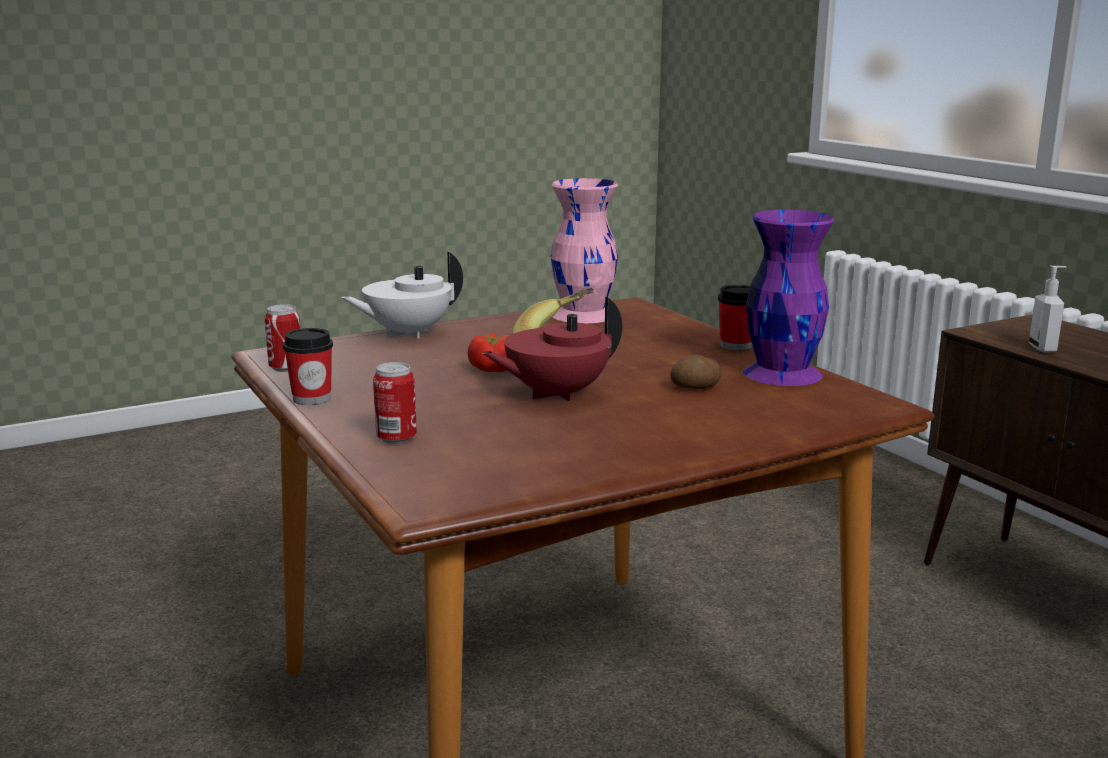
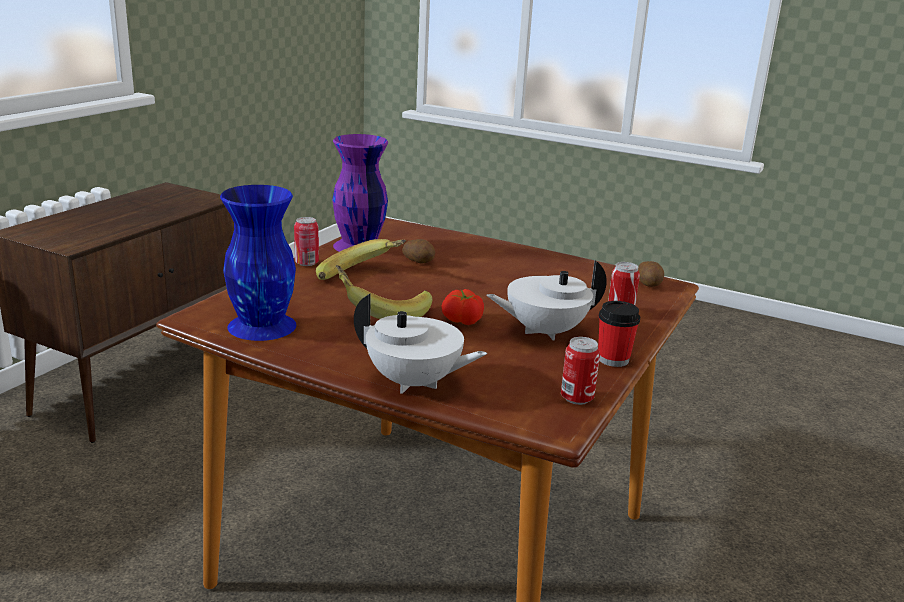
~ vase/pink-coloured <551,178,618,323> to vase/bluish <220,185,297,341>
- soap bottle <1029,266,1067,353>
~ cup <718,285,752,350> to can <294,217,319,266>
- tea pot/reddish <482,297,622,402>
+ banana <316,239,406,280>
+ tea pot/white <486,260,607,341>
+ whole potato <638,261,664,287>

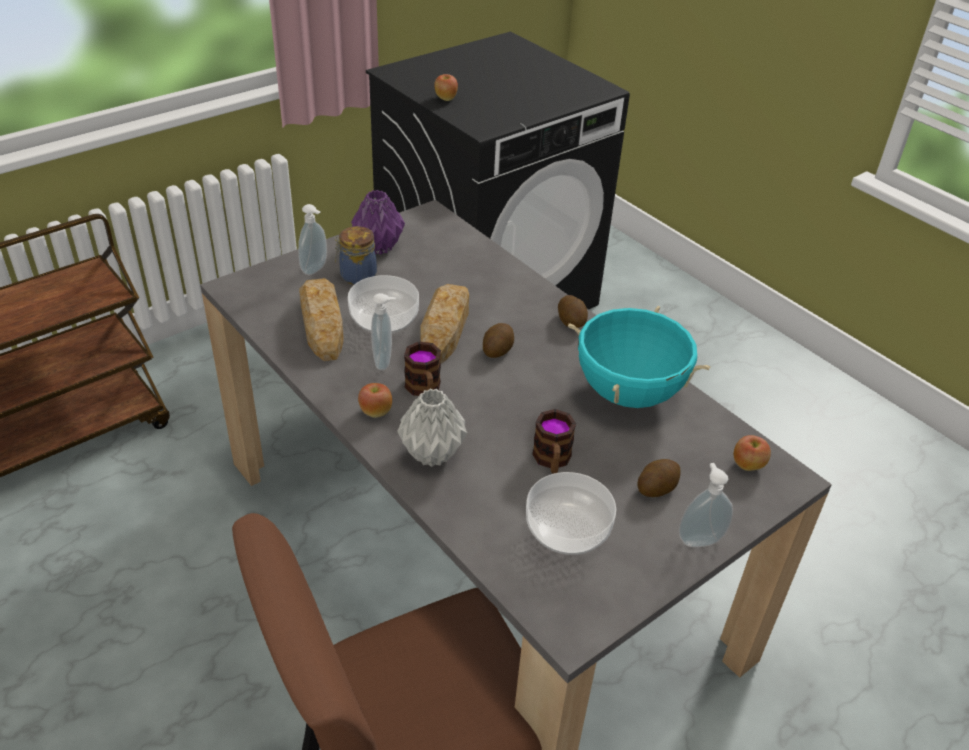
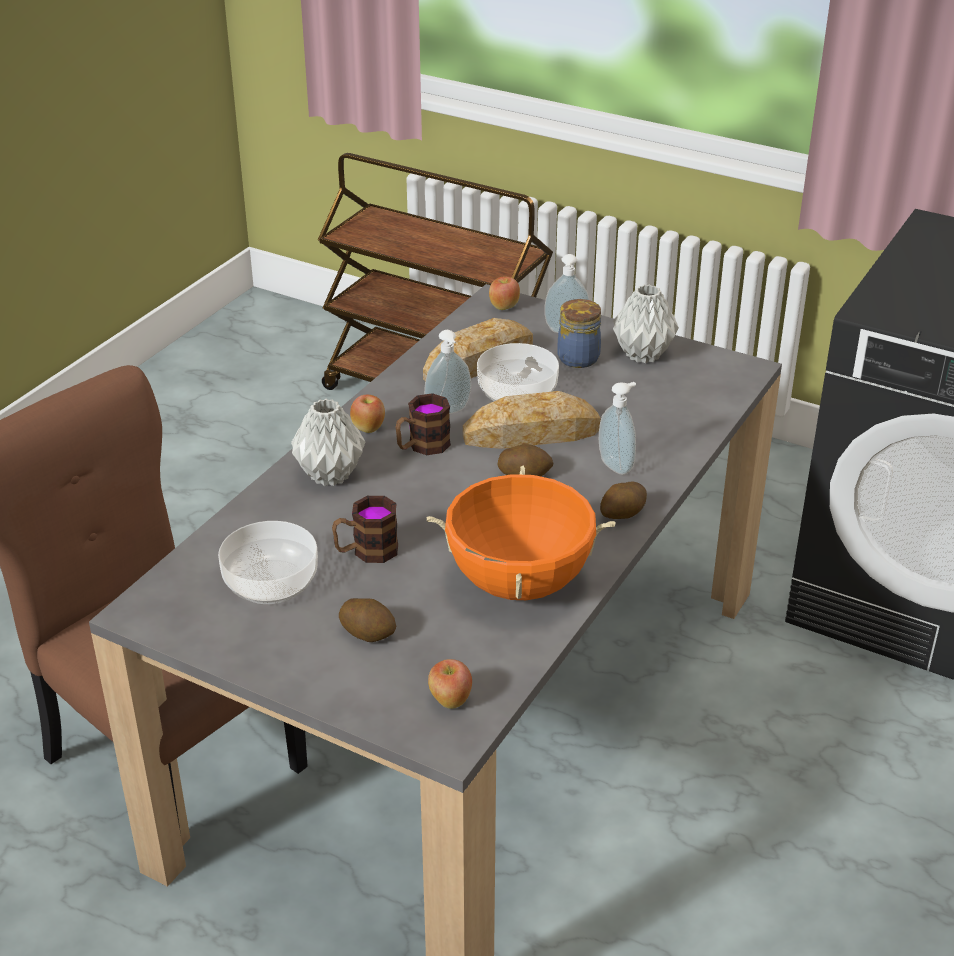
~ apple fruit <434,74,458,101> to <489,277,520,310>
~ vase/purple-coloured <351,190,405,254> to vase/greyish <613,284,679,363>
~ saucepot/turquoise-coloured <568,306,710,408> to saucepot/orange <427,466,616,600>
~ soap bottle <679,463,733,547> to <599,382,636,475>

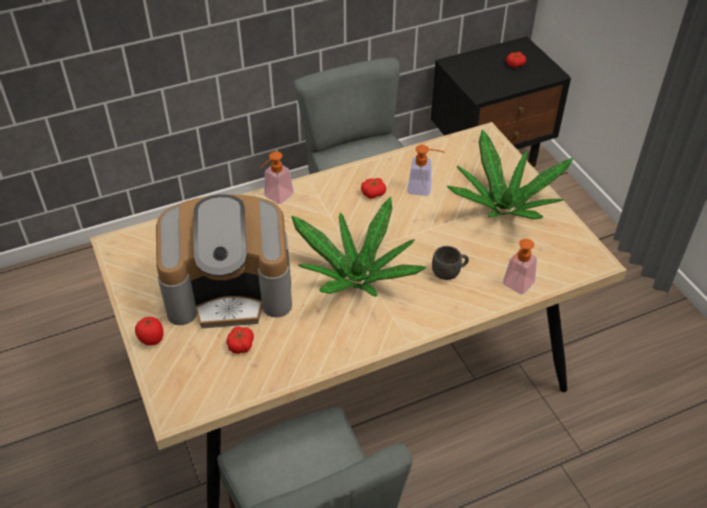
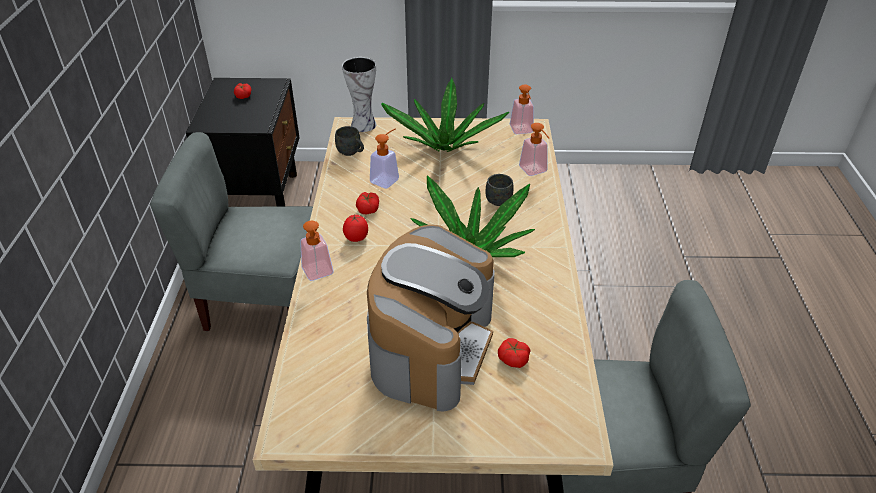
~ fresh tomato <135,316,164,346> to <343,215,368,242>
+ vase <342,57,377,132>
+ soap bottle <510,85,534,134>
+ mug/greyish <335,126,364,156>

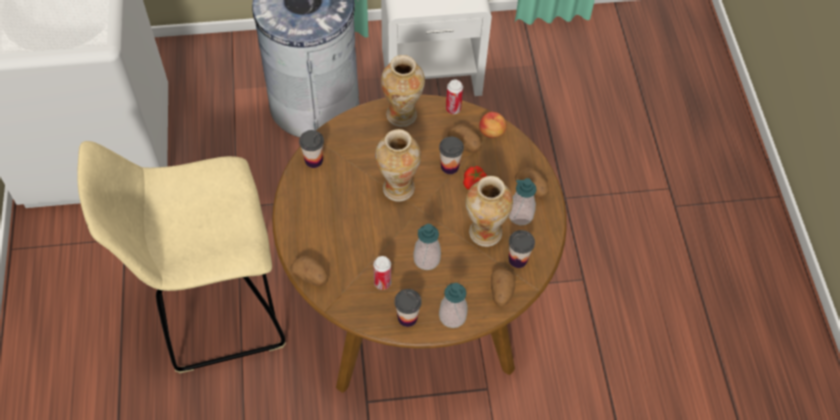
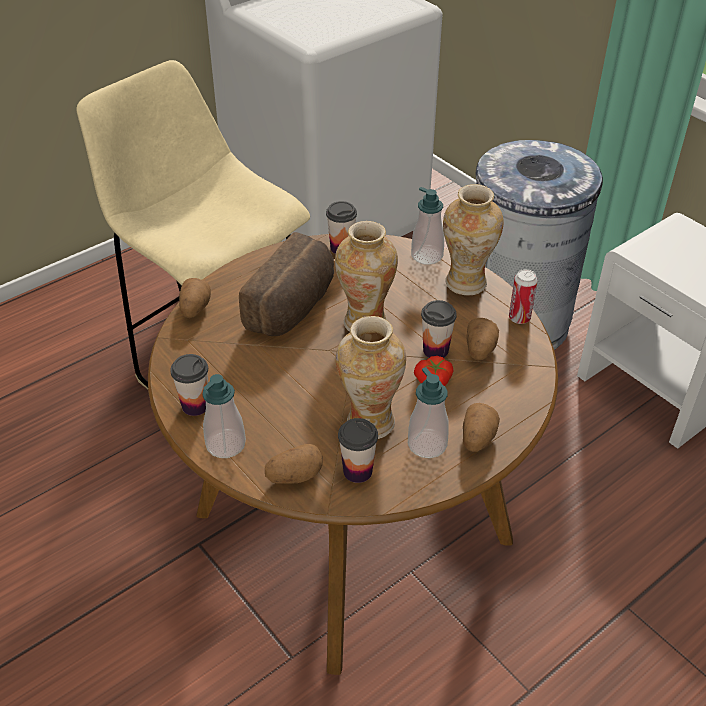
- apple fruit <479,112,507,138>
~ soap bottle <413,224,441,270> to <411,187,444,265>
- can <373,256,391,290>
+ bread <239,232,334,336>

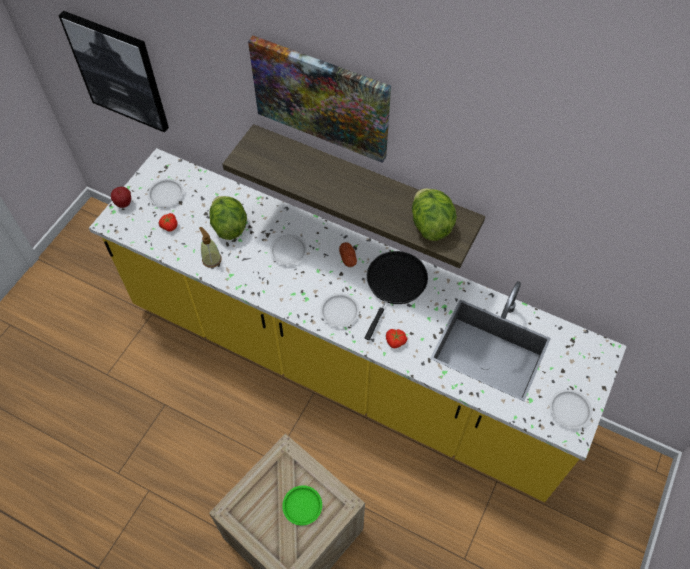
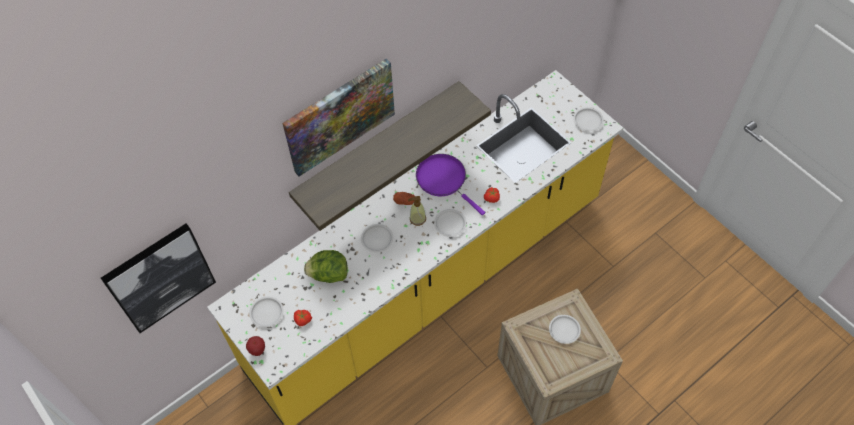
- lettuce head <412,188,457,241>
~ soap bottle <199,227,222,268> to <408,196,426,226>
~ skillet/black-coloured <364,251,428,340> to skillet/purple-coloured <416,154,485,215>
~ dinner plate/green <282,485,322,526> to dinner plate/white <549,315,581,344>

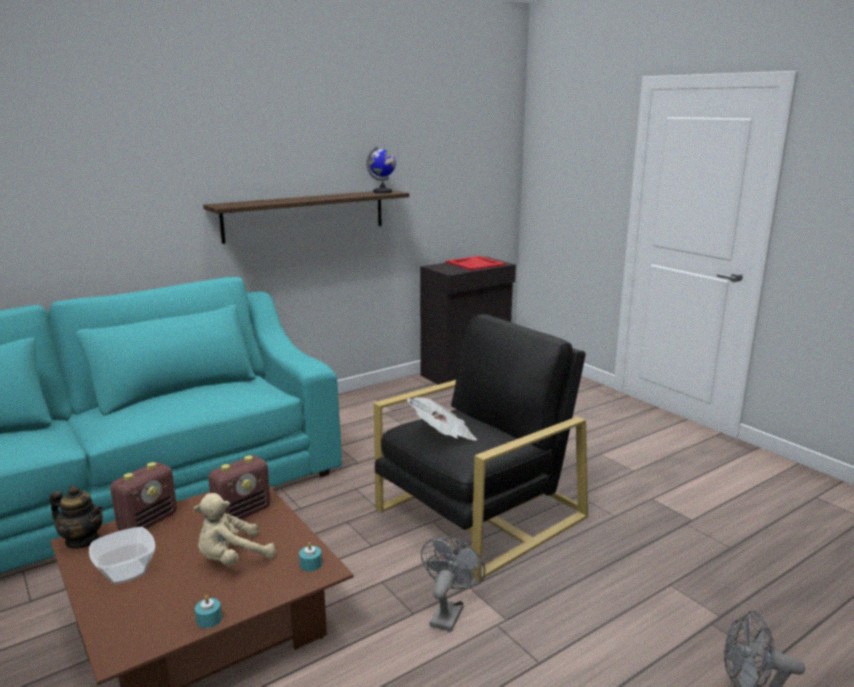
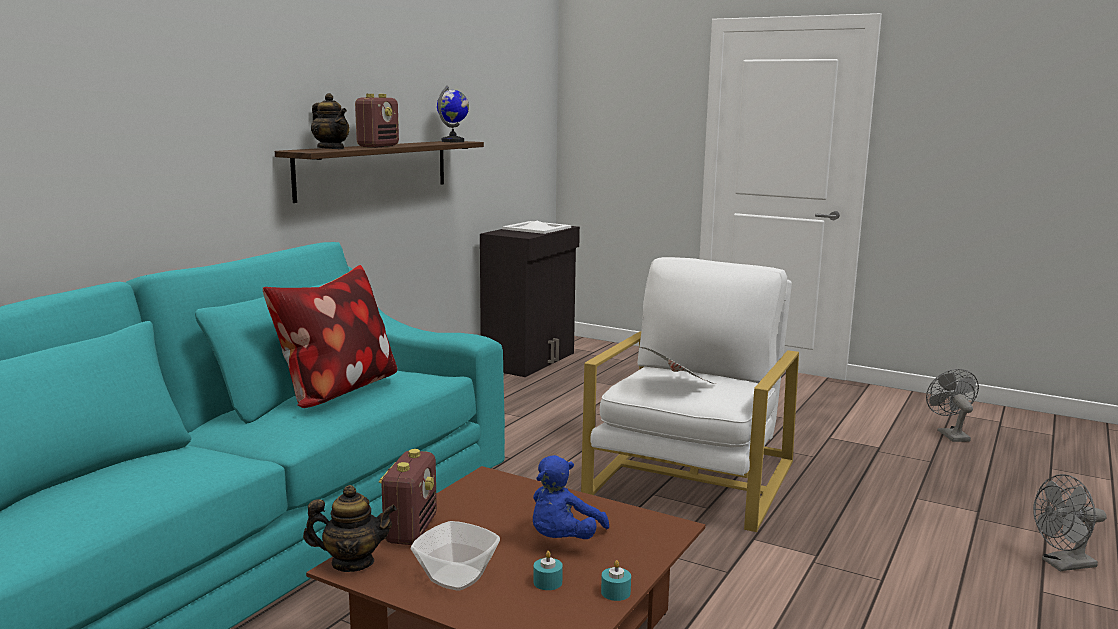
~ tray/reddish <446,256,506,271> to tray/white <502,221,571,234>
~ easy chair/black-coloured <374,314,588,580> to easy chair/white <581,257,799,532>
~ radio <208,455,271,519> to <355,94,399,148>
~ cuddly toy/beige-coloured <193,493,276,566> to cuddly toy/bluish <533,455,609,539>
~ fan/greyish <421,537,485,632> to <926,369,979,442>
~ candle/turquoise-coloured <299,542,322,572> to <533,551,563,590>
+ tea pot <311,93,350,149>
+ throw pillow <263,265,397,408>

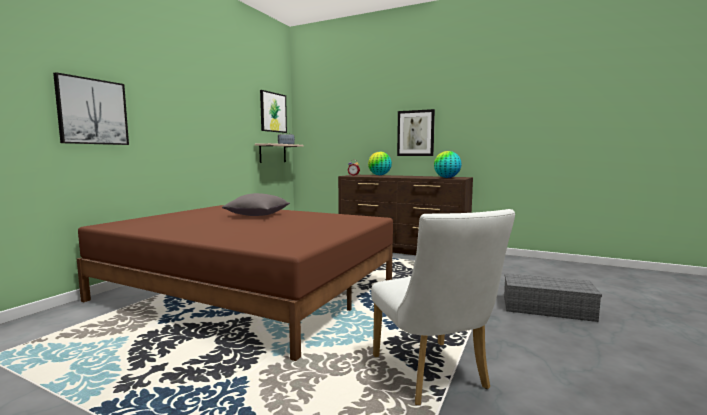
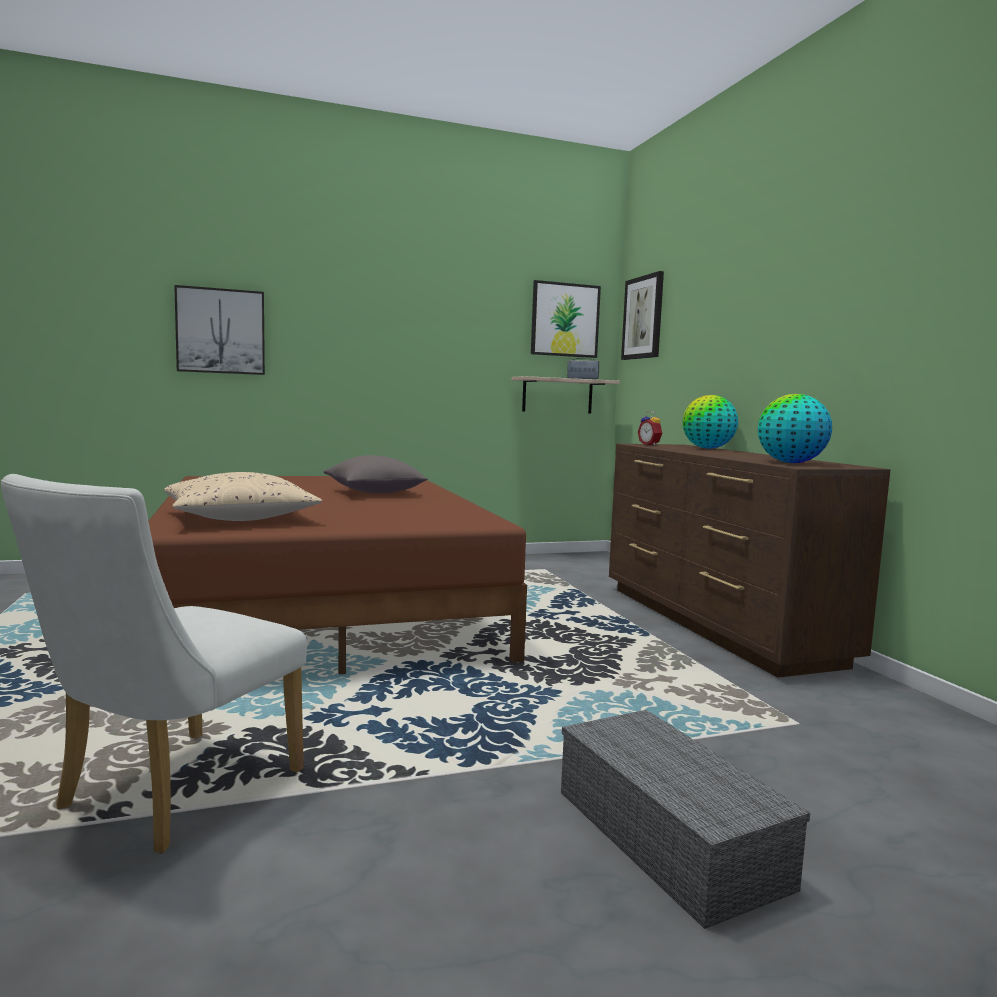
~ wall picture <397,109,435,156> to <621,271,664,360>
+ throw pillow/beige-coloured <164,472,322,521>

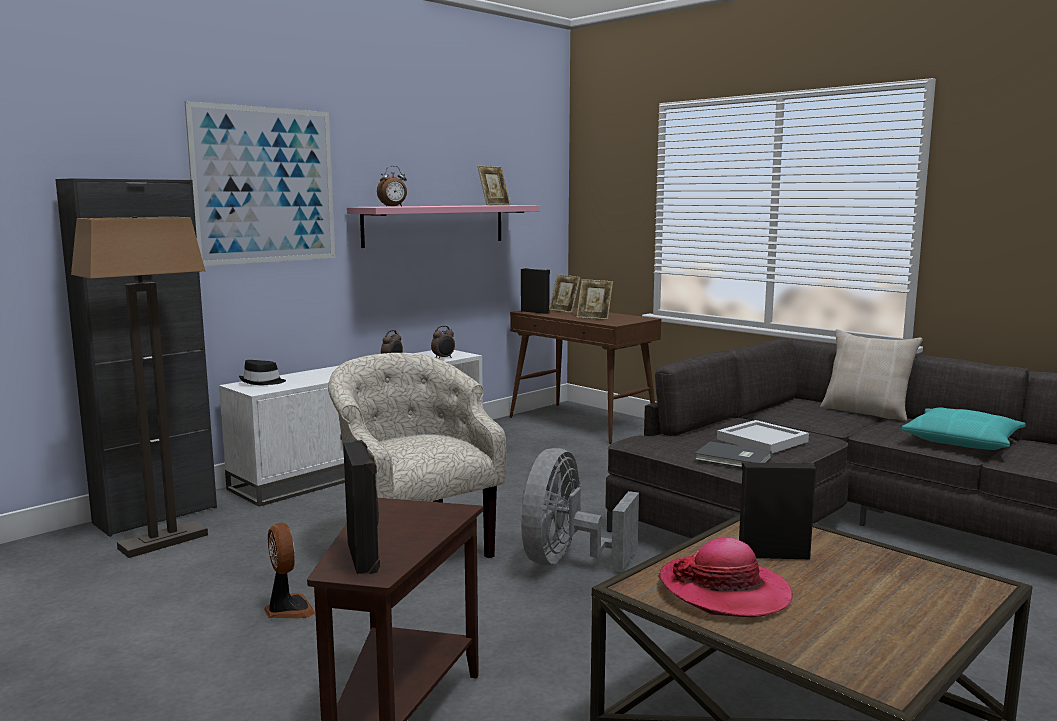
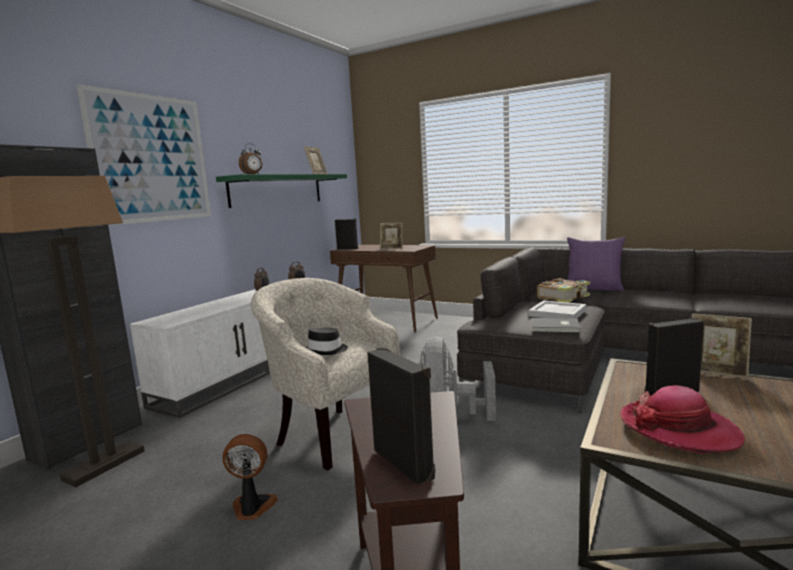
~ shelf/pink-coloured <347,205,540,248> to shelf/green <216,174,347,208>
~ picture frame <549,274,581,313> to <692,313,752,378>
~ throw pillow/beige-coloured <820,329,923,422> to throw pillow/purple-coloured <567,237,626,291>
~ wearable hat/black-coloured <239,360,286,385> to <305,328,348,355>
- throw pillow/turquoise-coloured <902,407,1026,450>
~ fan <264,523,315,618> = <222,434,278,520> 45 degrees counterclockwise
+ volume <537,278,590,303>

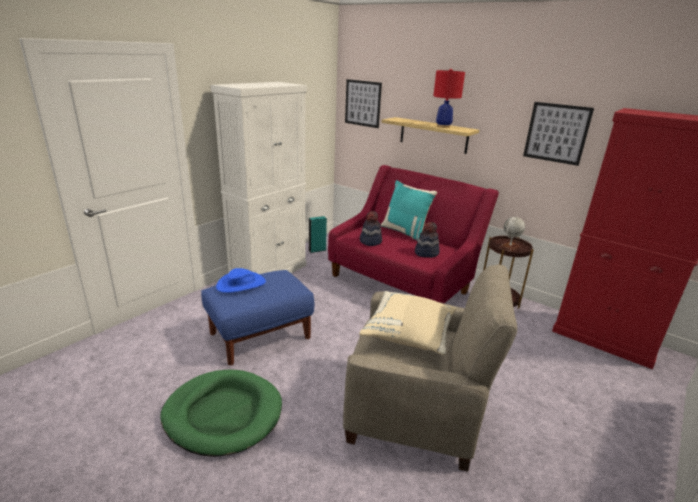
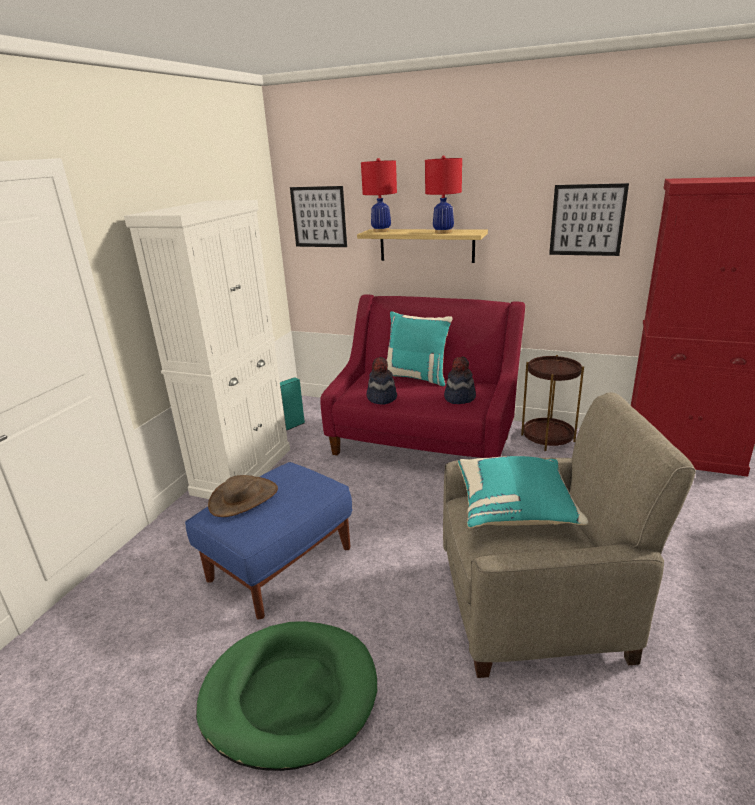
- desk globe <499,217,525,251>
~ wearable hat/bluish <216,268,266,293> to wearable hat/brown <208,475,278,517>
~ throw pillow/beige-coloured <359,291,456,355> to throw pillow/turquoise-coloured <458,456,588,529>
+ table lamp/reddish <361,158,397,232>

